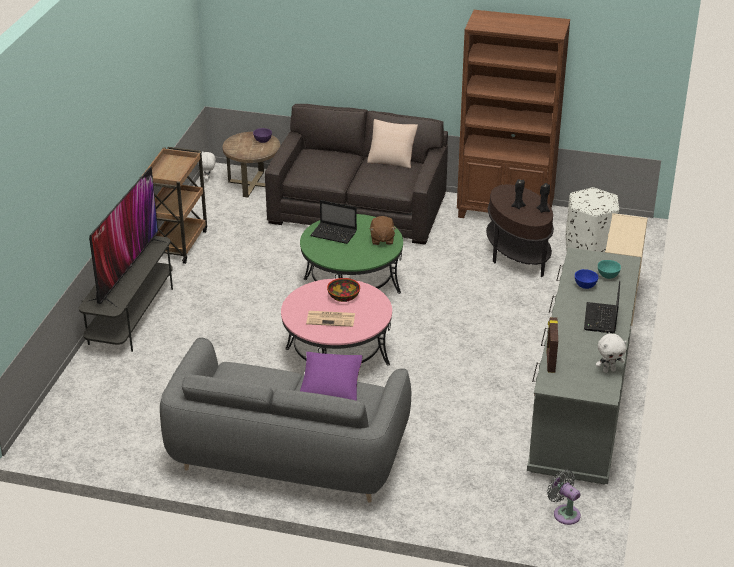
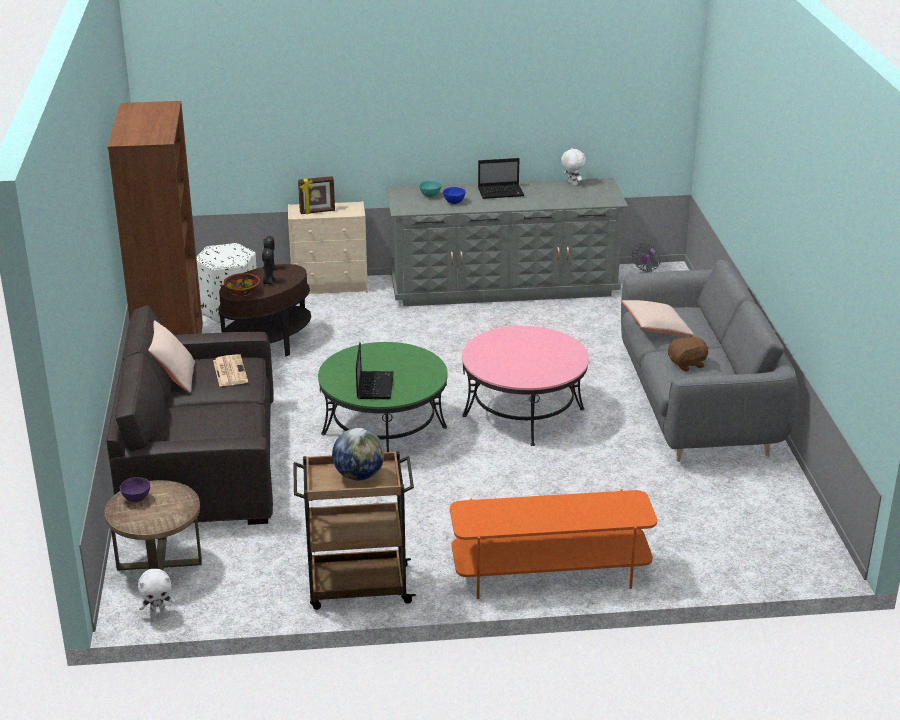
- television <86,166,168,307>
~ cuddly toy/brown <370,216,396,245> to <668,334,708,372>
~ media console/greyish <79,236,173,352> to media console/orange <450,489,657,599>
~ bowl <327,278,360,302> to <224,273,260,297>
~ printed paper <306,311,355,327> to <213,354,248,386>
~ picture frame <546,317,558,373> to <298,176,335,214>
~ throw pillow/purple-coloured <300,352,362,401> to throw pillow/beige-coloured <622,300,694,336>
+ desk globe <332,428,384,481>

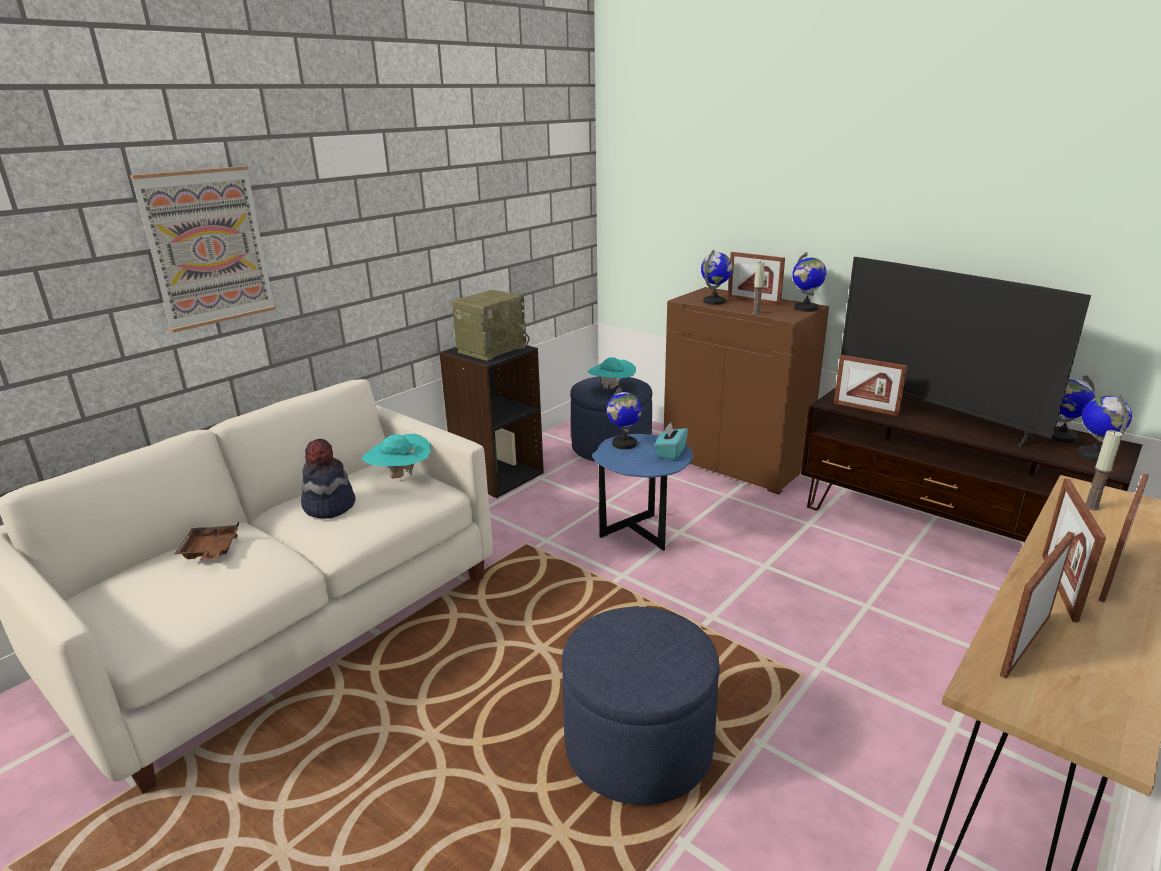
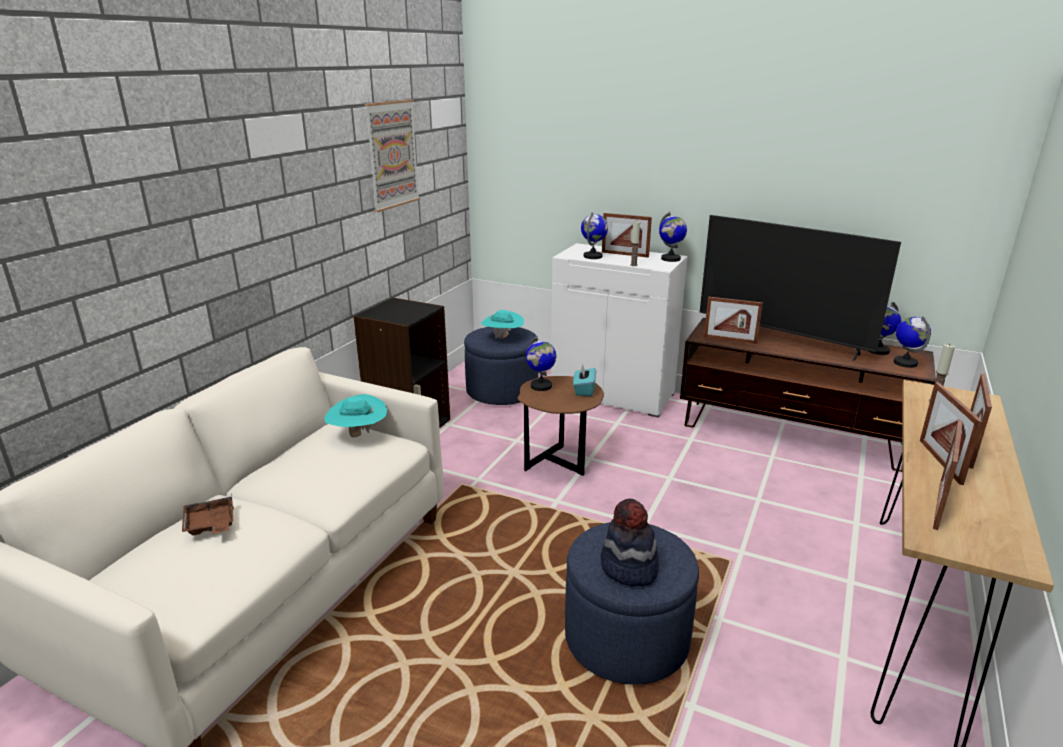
~ wall picture <130,166,276,333> to <364,99,420,212>
~ cupboard/brown <664,287,829,495> to cupboard/white <551,243,687,418>
- radio <452,290,530,361>
~ accent table/bluish <592,434,693,551> to accent table/brown <517,376,604,476>
~ wearable hat <301,439,355,518> to <601,498,659,586>

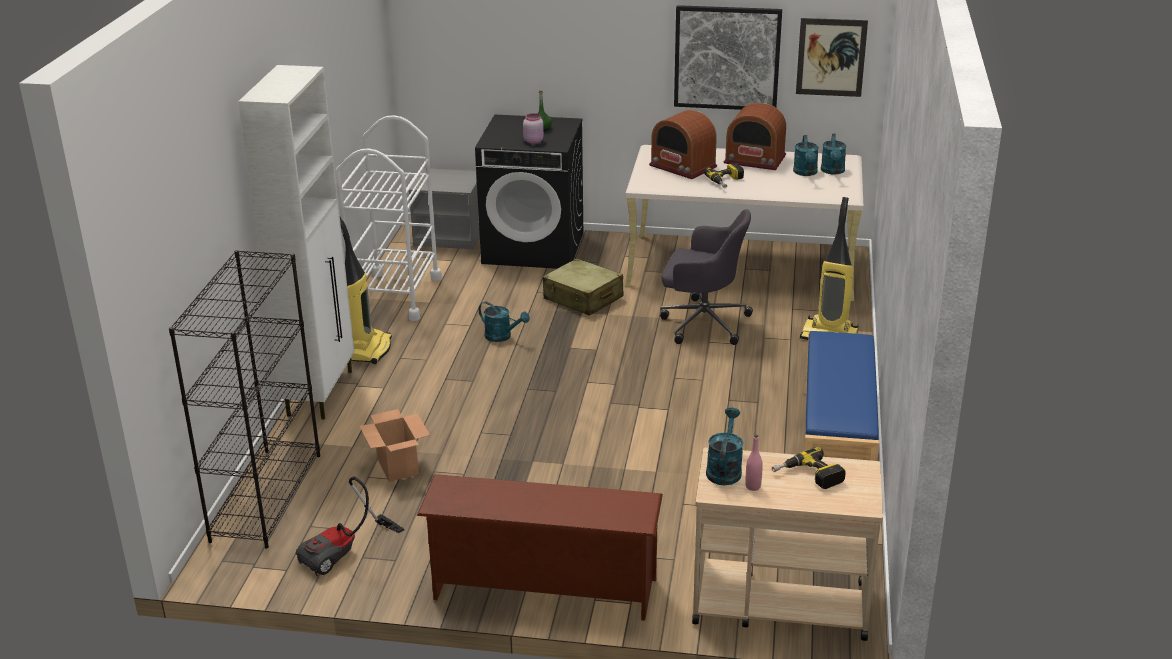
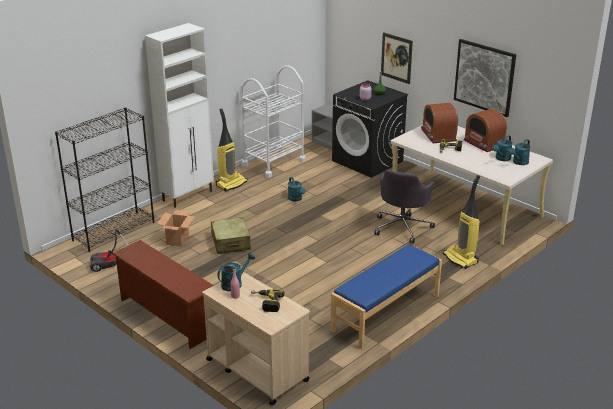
~ wall picture <796,18,868,97> to <381,32,413,84>
~ office chair/greyish <660,209,753,345> = <375,170,435,243> 60 degrees clockwise
~ suitcase/beige-coloured <542,258,624,316> to <211,217,251,254>

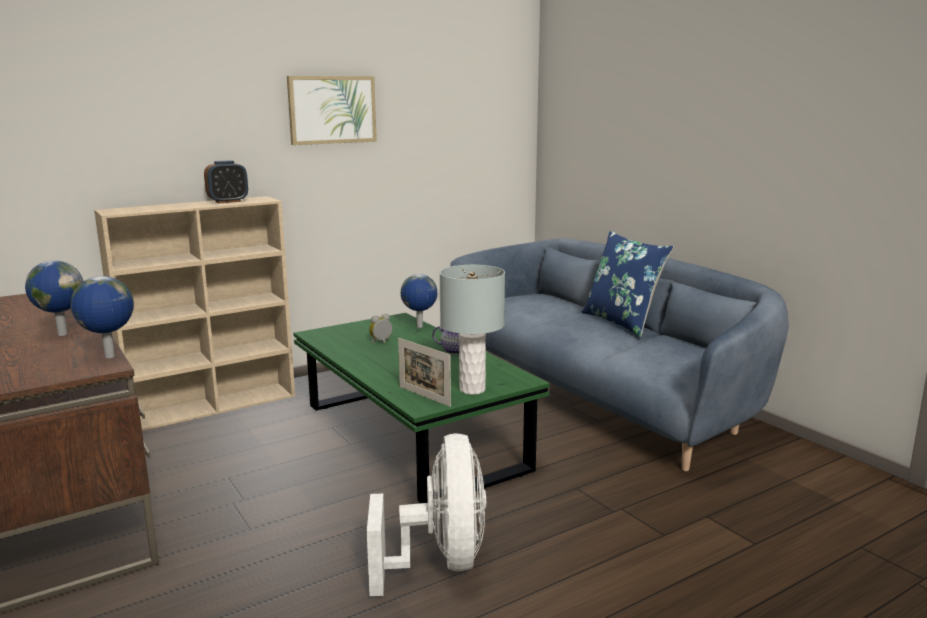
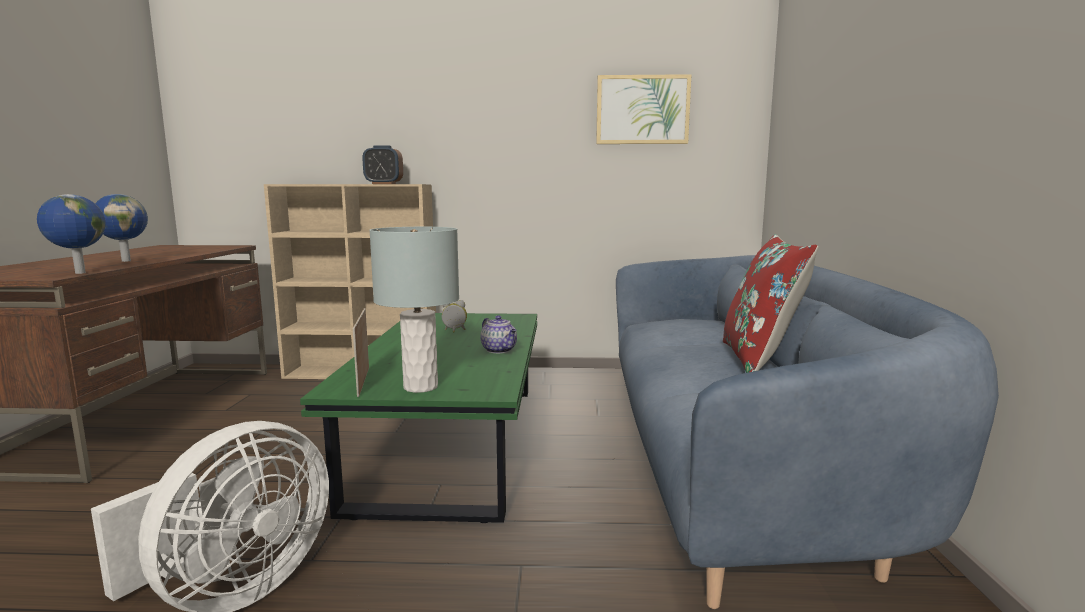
~ wall picture <287,76,377,145> to <596,74,692,144>
~ throw pillow/bluish <581,231,673,337> to throw pillow/reddish <723,234,819,373>
- desk globe <401,274,437,328>

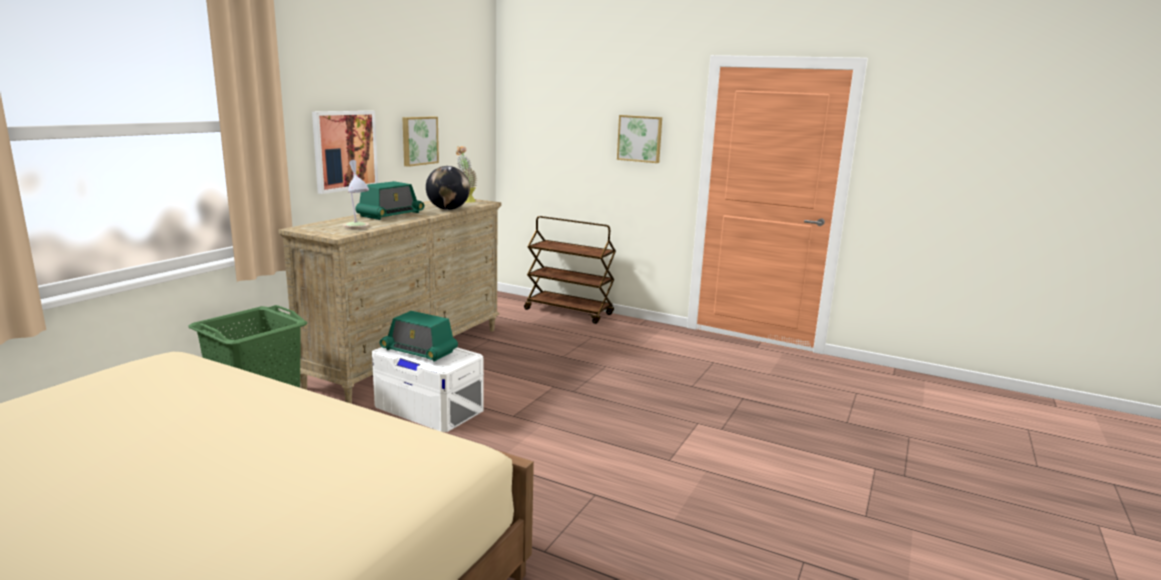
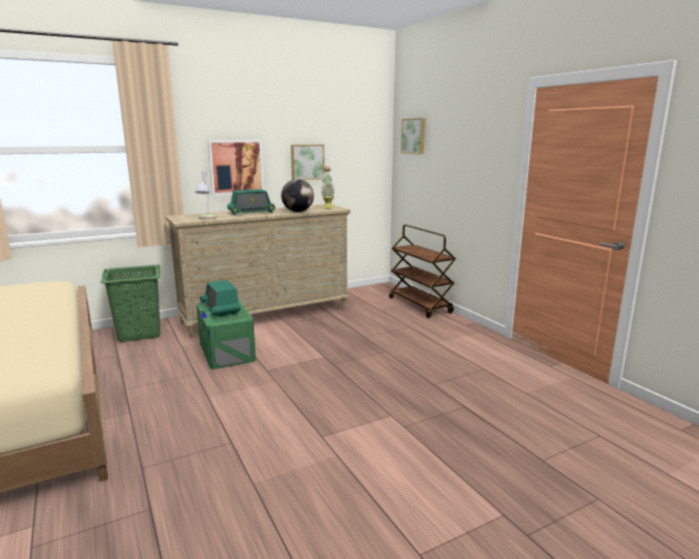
~ wall picture <617,115,662,163> to <401,118,425,154>
~ storage bin/white <372,347,484,432> to storage bin/green <197,299,256,369>

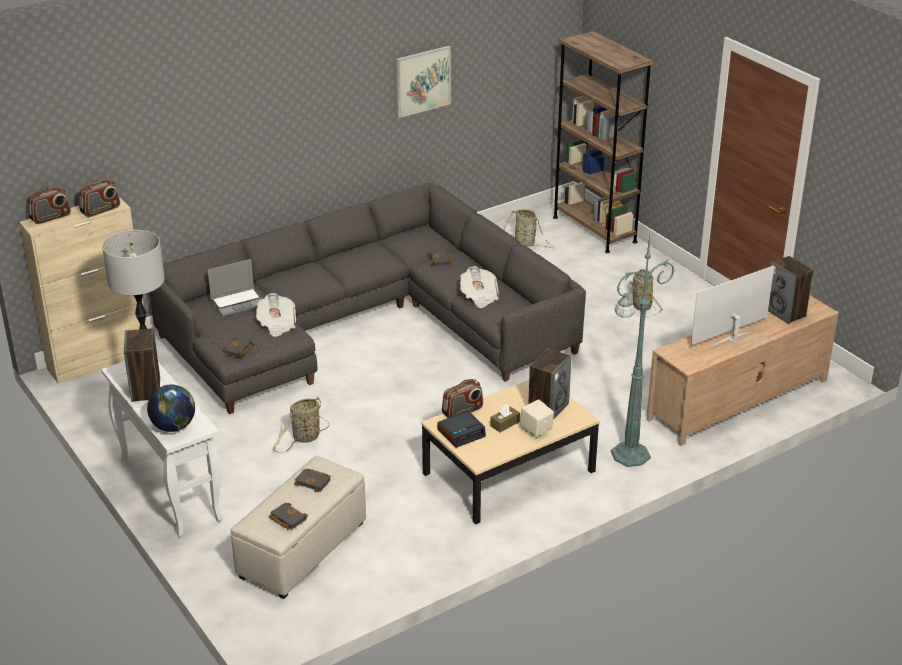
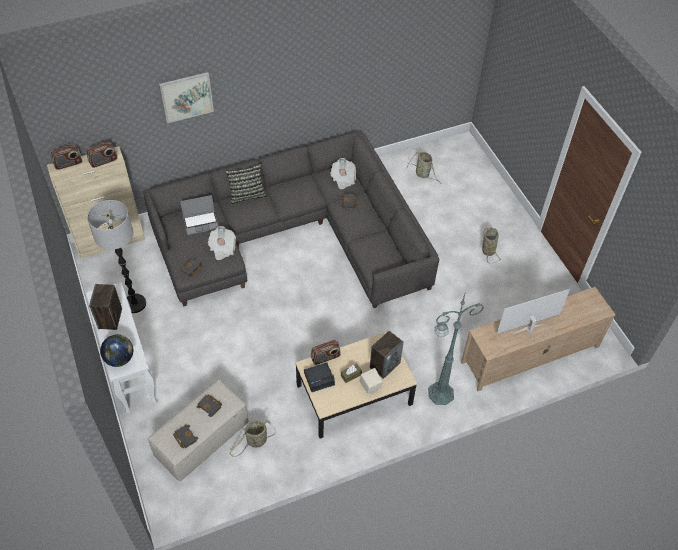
- bookcase/brown <553,31,654,253>
~ wall picture <396,46,451,118> to <159,72,214,123>
- speaker <768,256,814,324>
~ printed paper <460,266,499,308> to <330,158,356,189>
~ storage basket <273,397,329,453> to <229,420,276,457>
+ throw pillow <226,164,267,205>

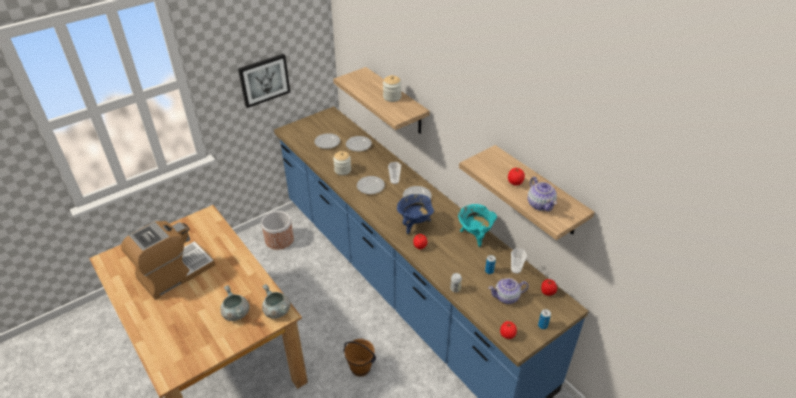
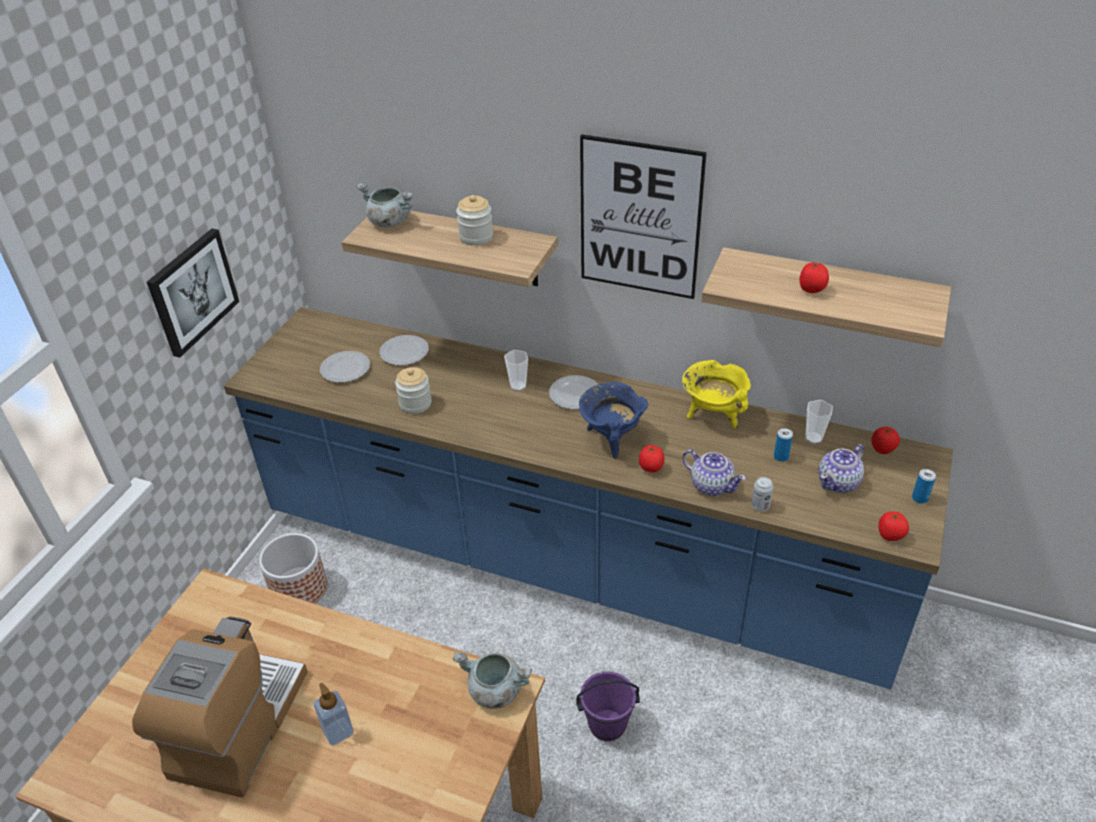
- dinner plate <357,176,385,194>
~ tea pot <528,177,557,212> to <682,449,746,496>
~ saucepot/turquoise-coloured <458,204,497,247> to saucepot/yellowish <682,360,751,429>
~ saucepot/greyish <220,285,249,321> to <356,183,414,228>
~ water bucket/brown <343,339,376,377> to water bucket/purple-coloured <576,671,640,741>
+ wall picture <580,134,707,299>
+ soap bottle <314,683,354,746>

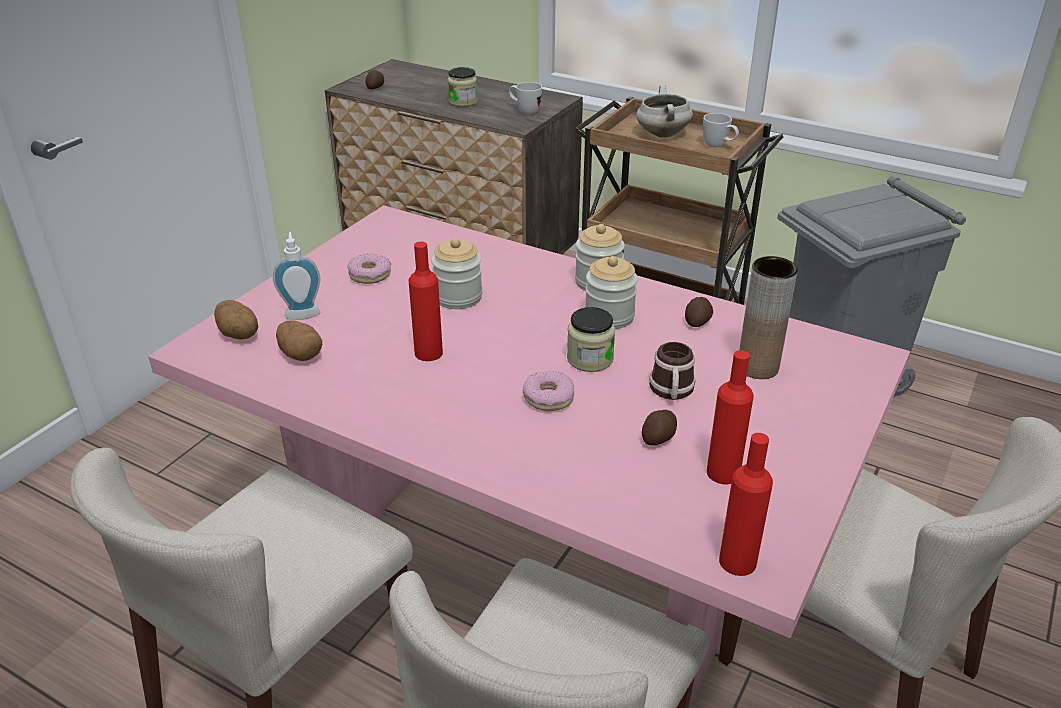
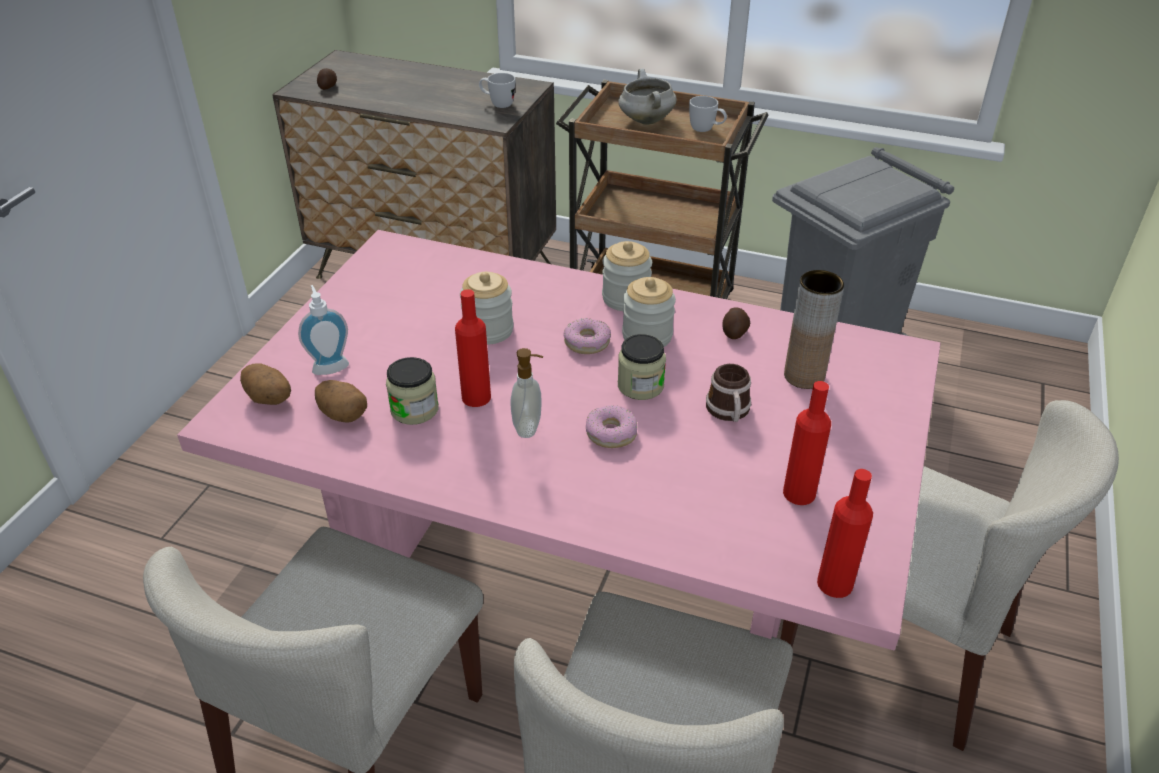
~ storage jar <447,67,478,107> to <386,357,439,425>
~ ring doughnut <347,254,391,284> to <563,318,611,354>
- whole potato <642,410,677,446>
+ soap bottle <510,348,543,438>

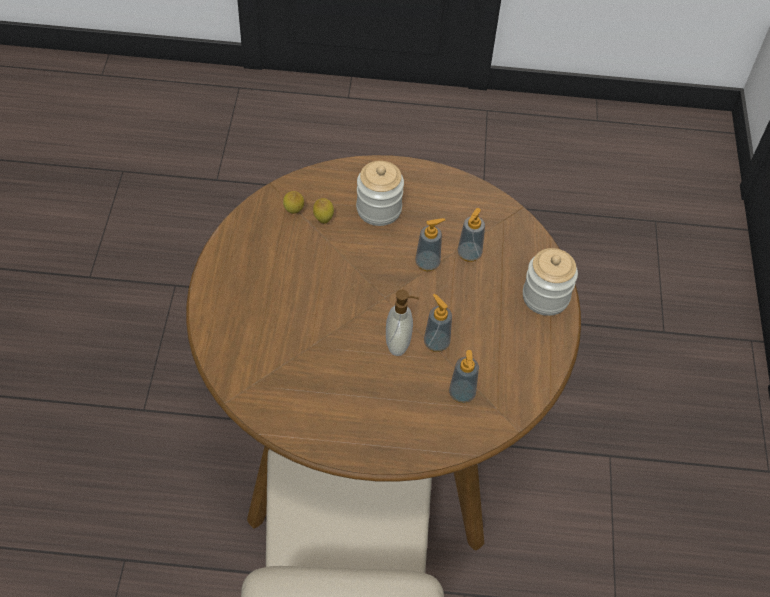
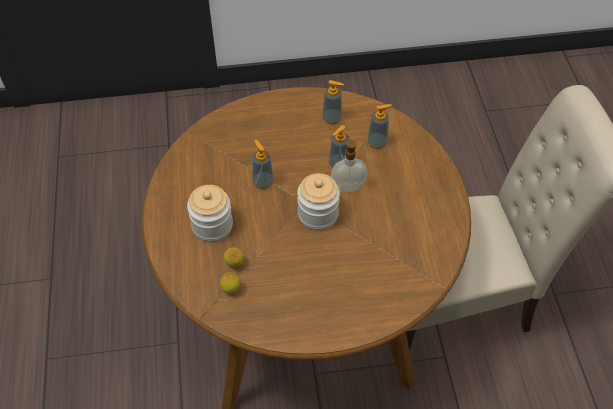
~ soap bottle <458,208,485,262> to <322,80,344,125>
~ storage jar <523,248,578,316> to <297,173,340,231>

